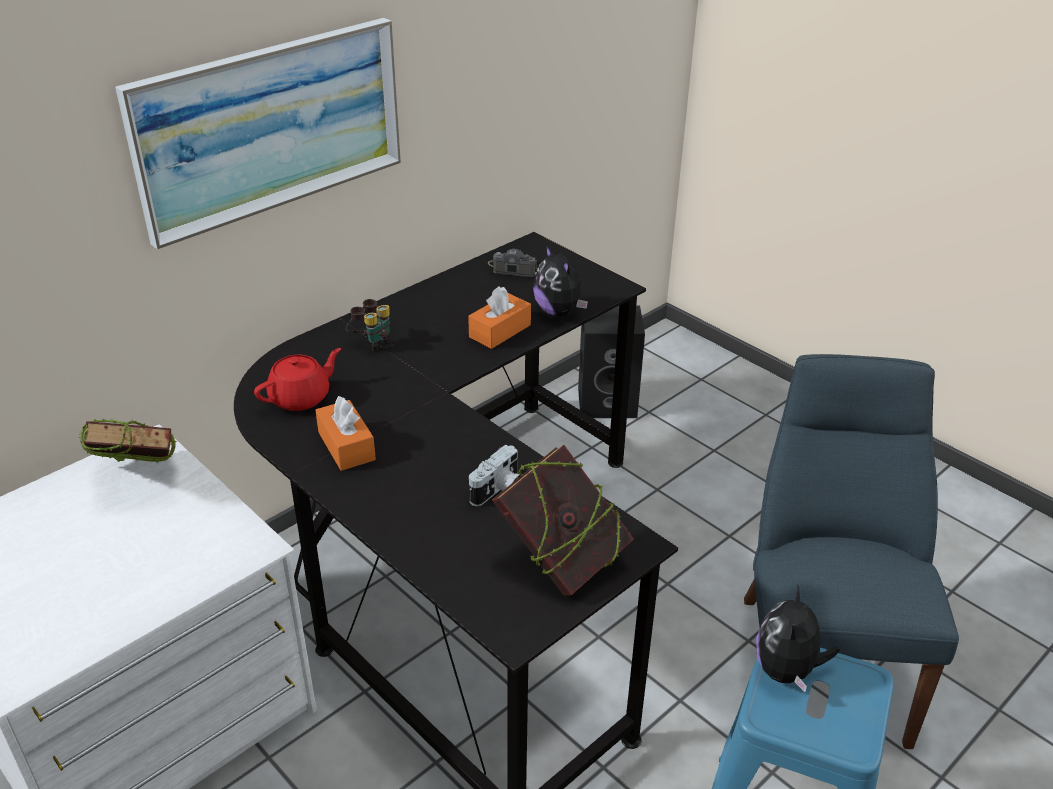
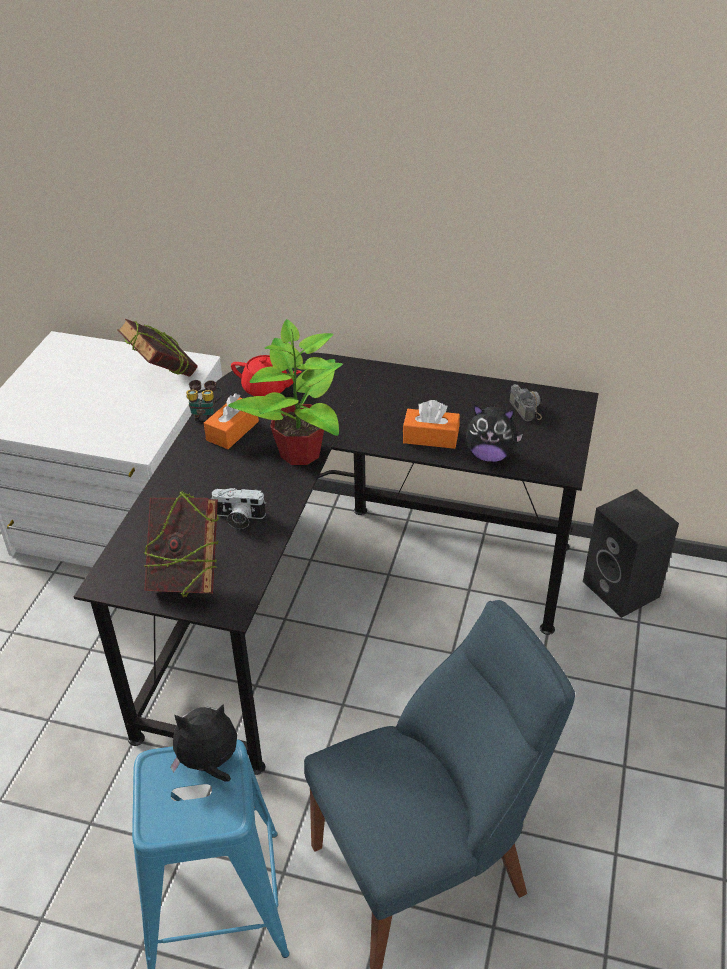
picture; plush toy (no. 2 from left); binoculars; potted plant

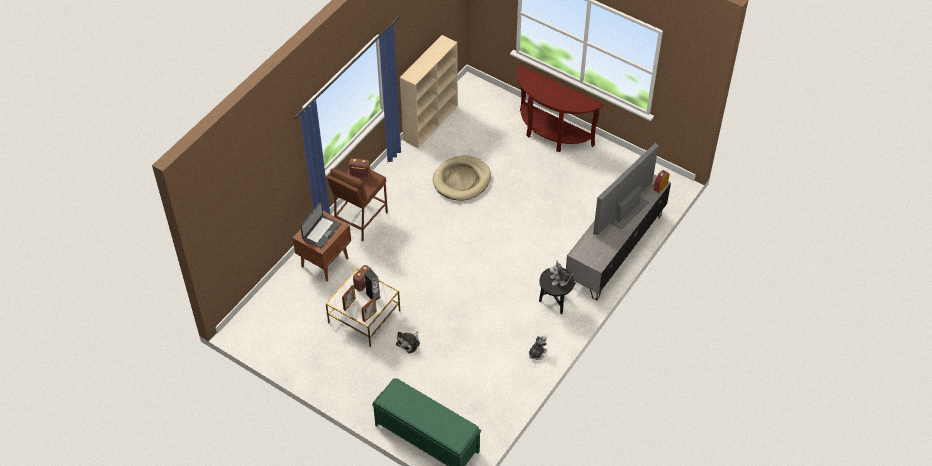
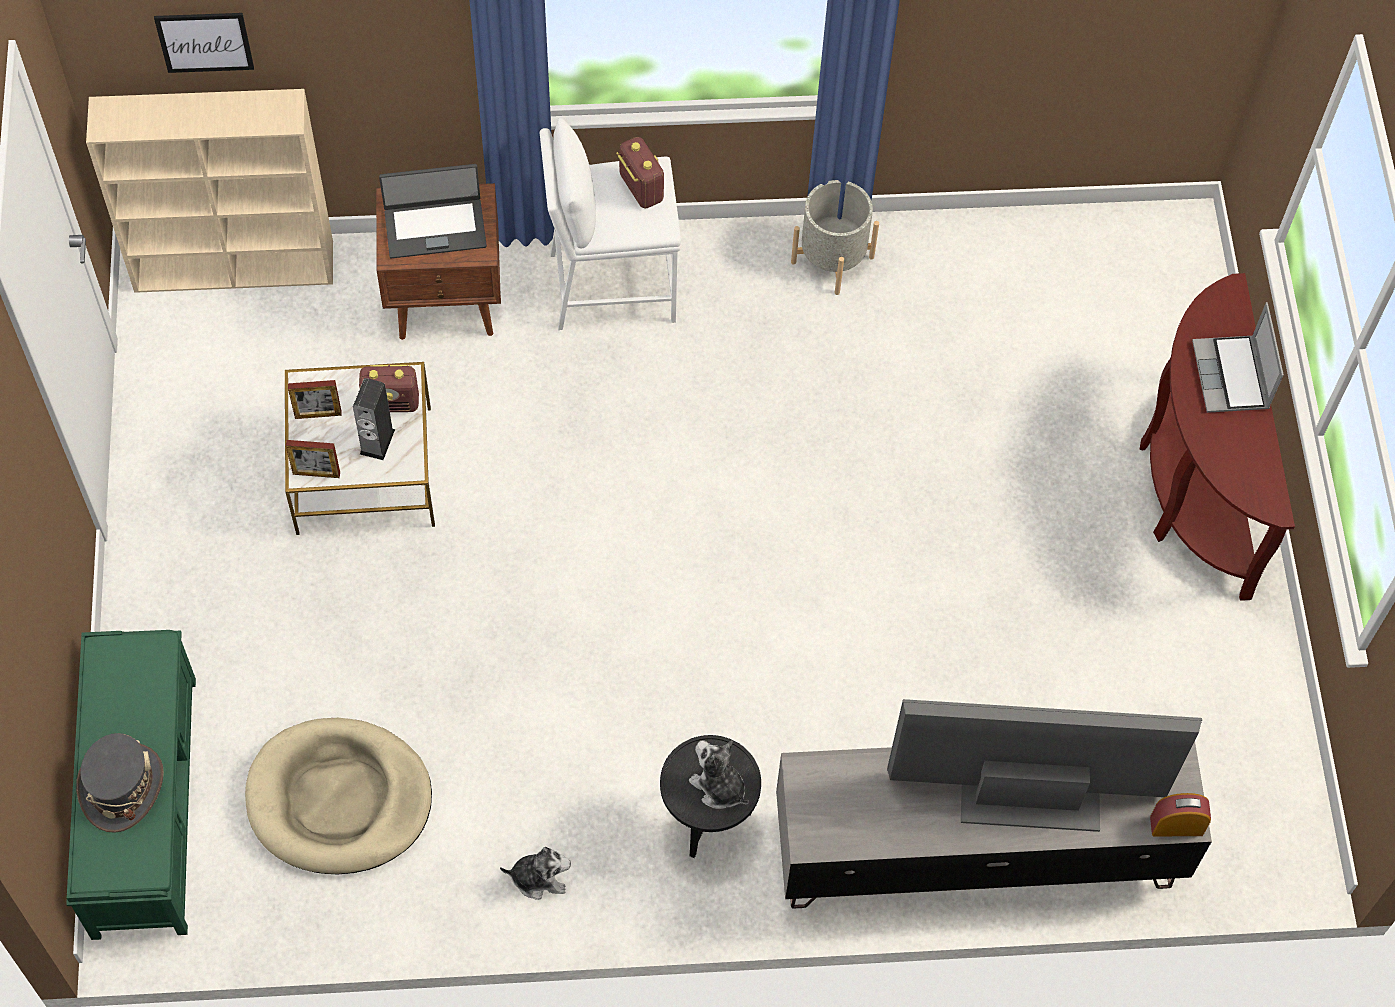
bookcase (beige); dog bed (beige); stool (white); plush toy (no. 1 from left in the first image); picture; planter (grey); laptop (no. 2 from left); hat (grey)

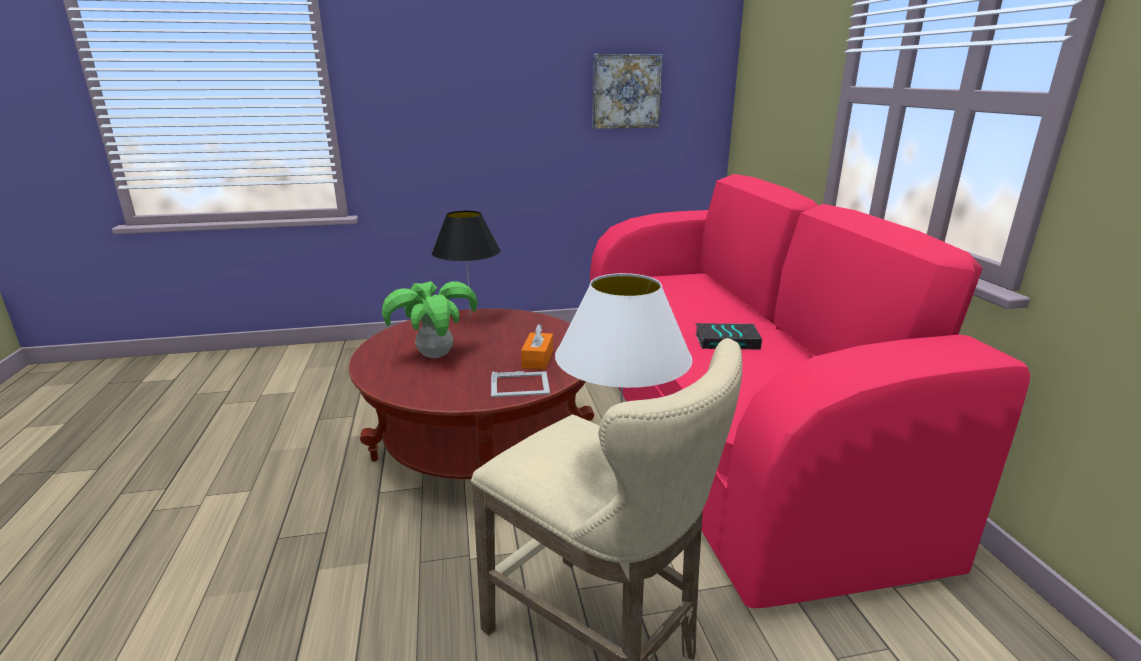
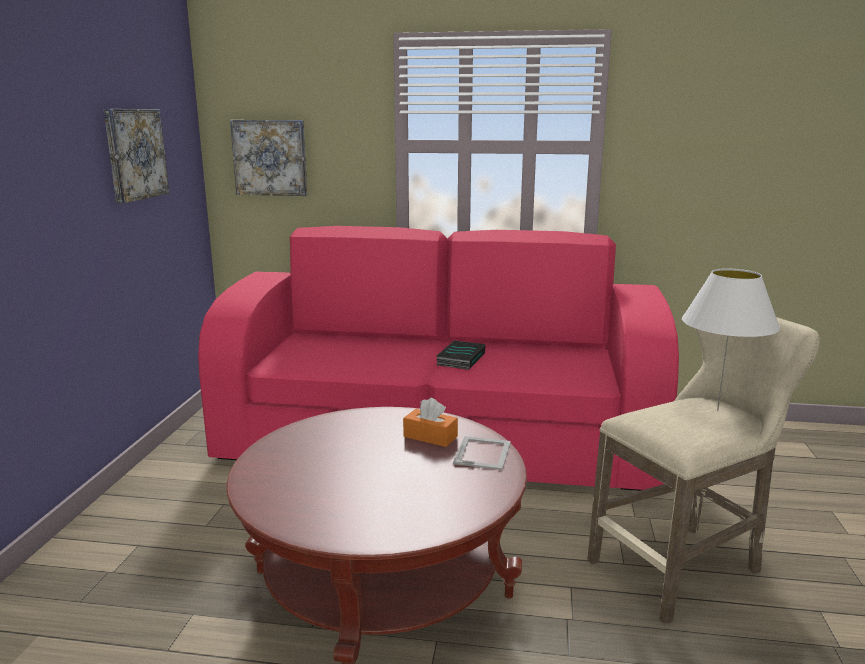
table lamp (black); potted plant; picture (no. 2 from left)

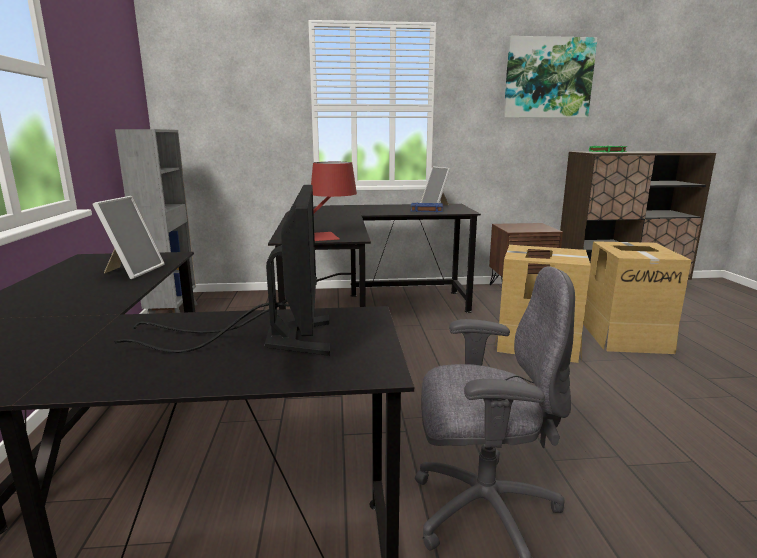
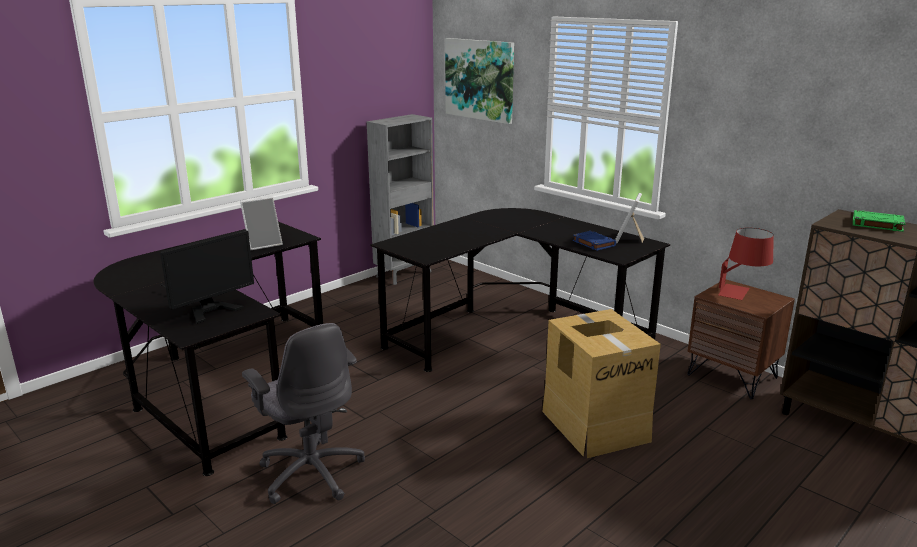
picture; table lamp (red); cardboard box (no. 2 from left in the first image)

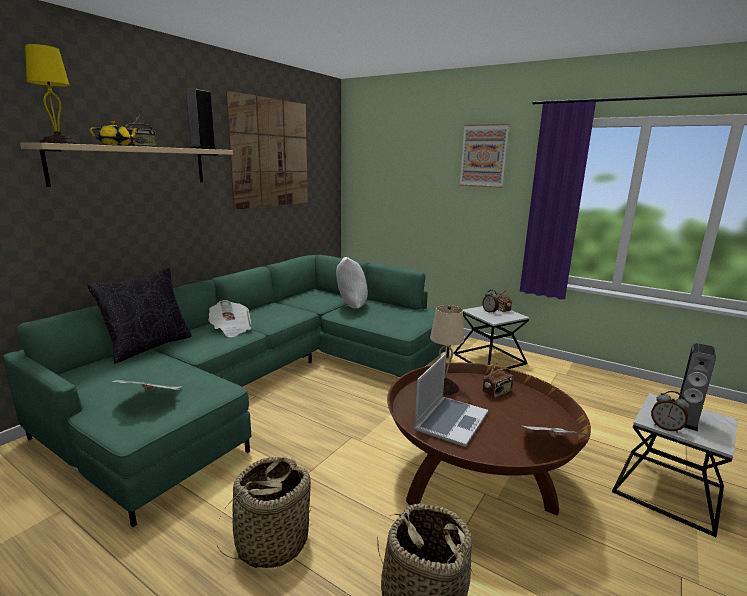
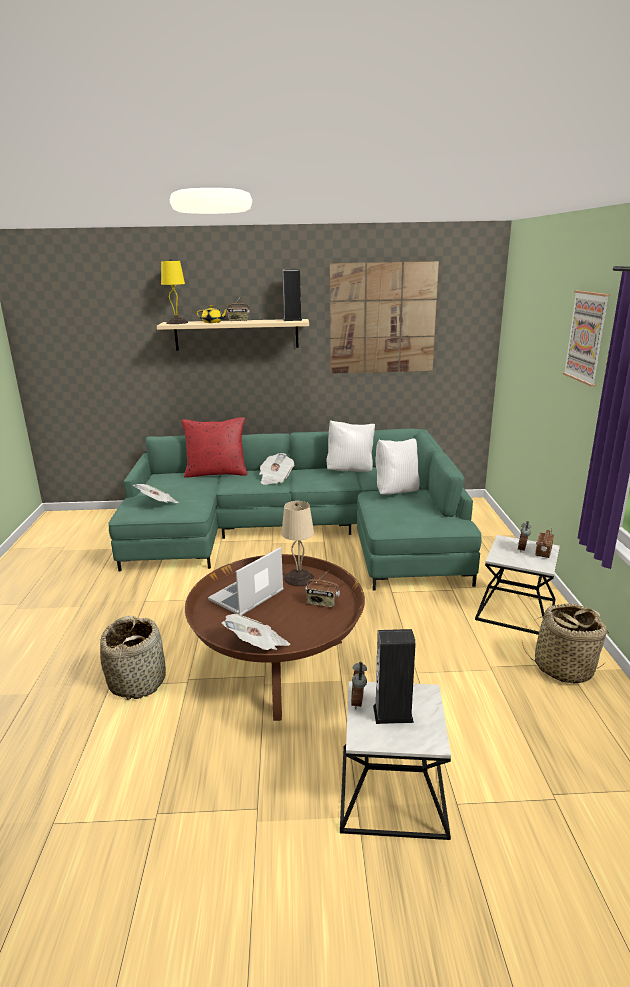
pillow (red); laptop; basket (no. 2 from left); pillow (white) (no. 1 from left)

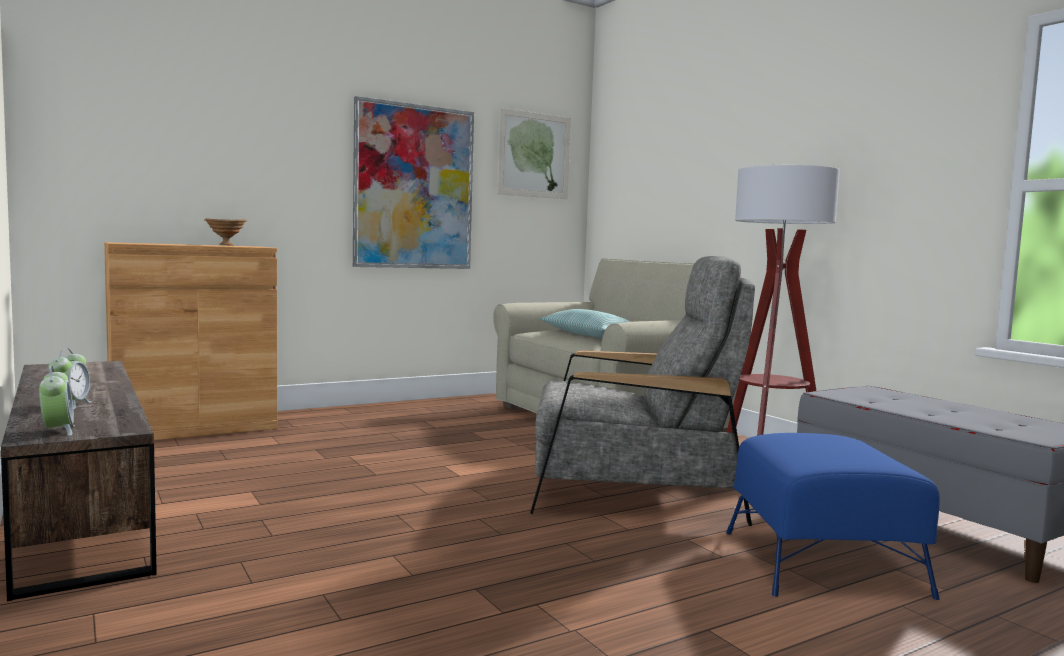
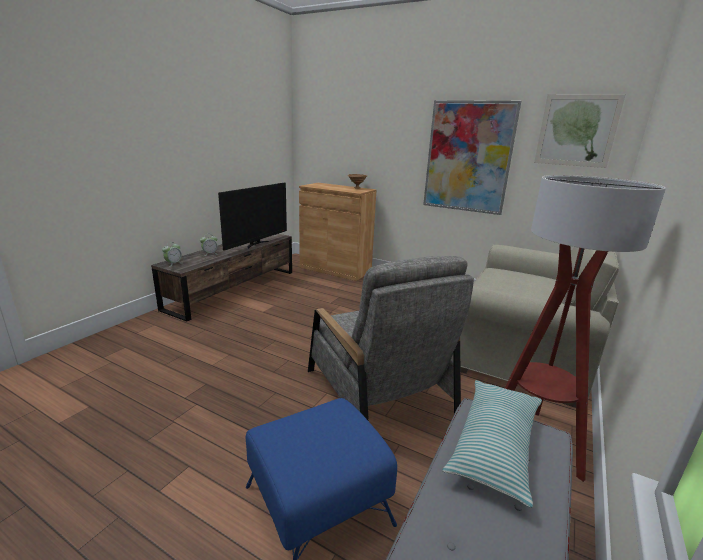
pillow; television

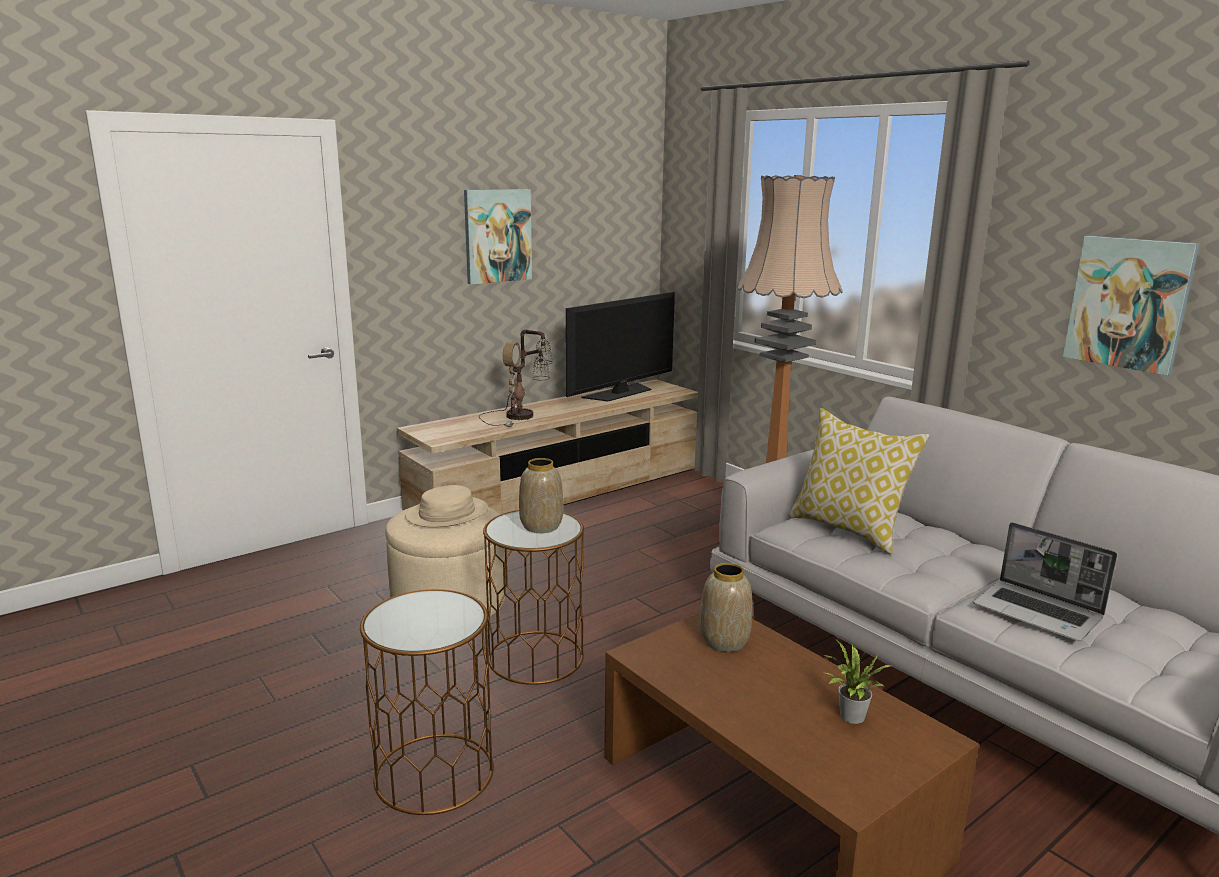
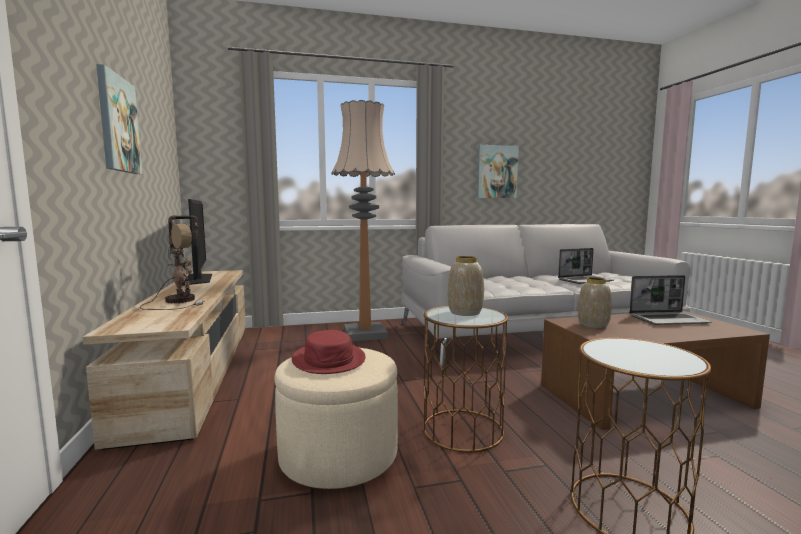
pillow; hat (red); laptop (no. 2 from left)

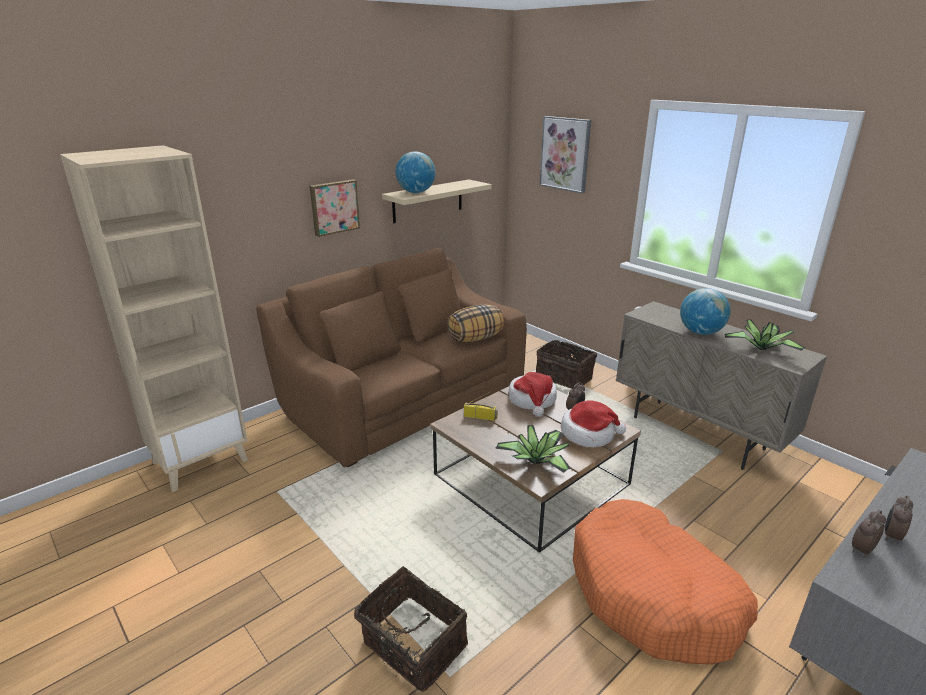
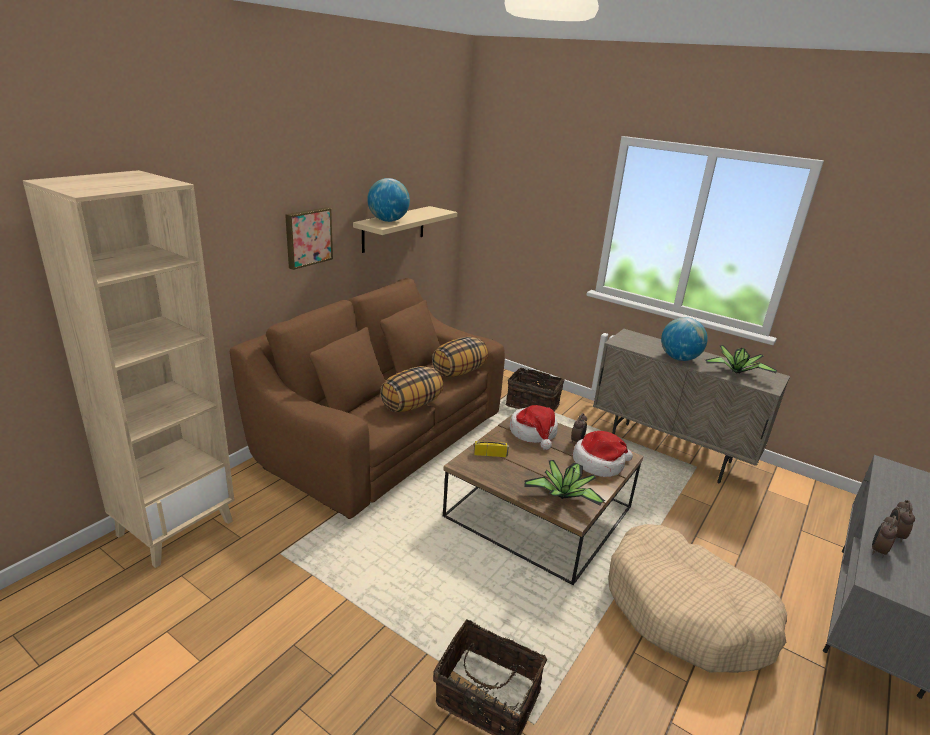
picture (no. 2 from left in the first image); dog bed (beige); pillow (no. 1 from left)

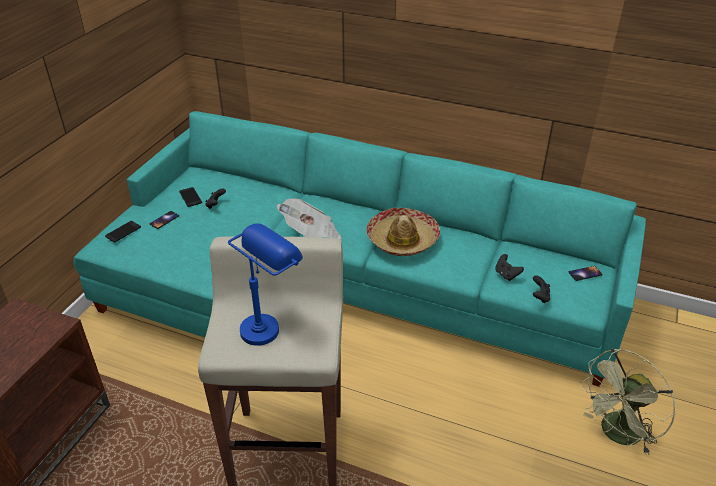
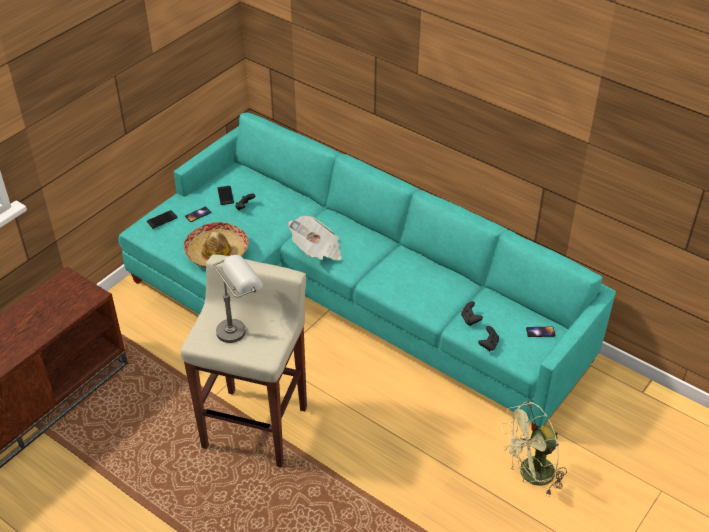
hat; table lamp (grey)

